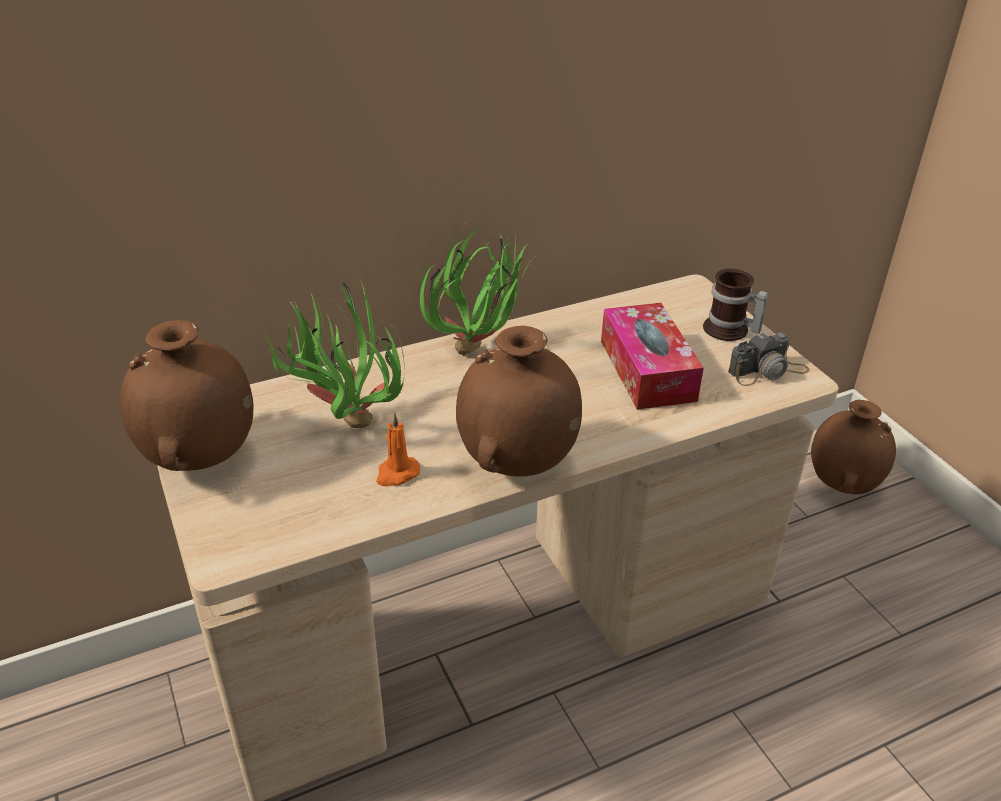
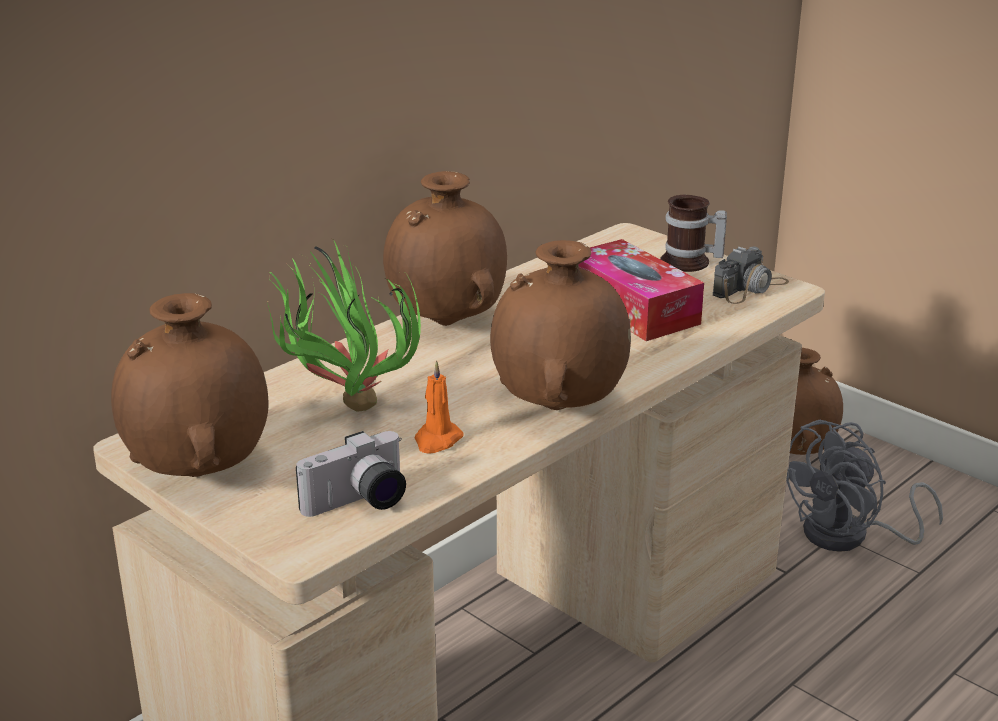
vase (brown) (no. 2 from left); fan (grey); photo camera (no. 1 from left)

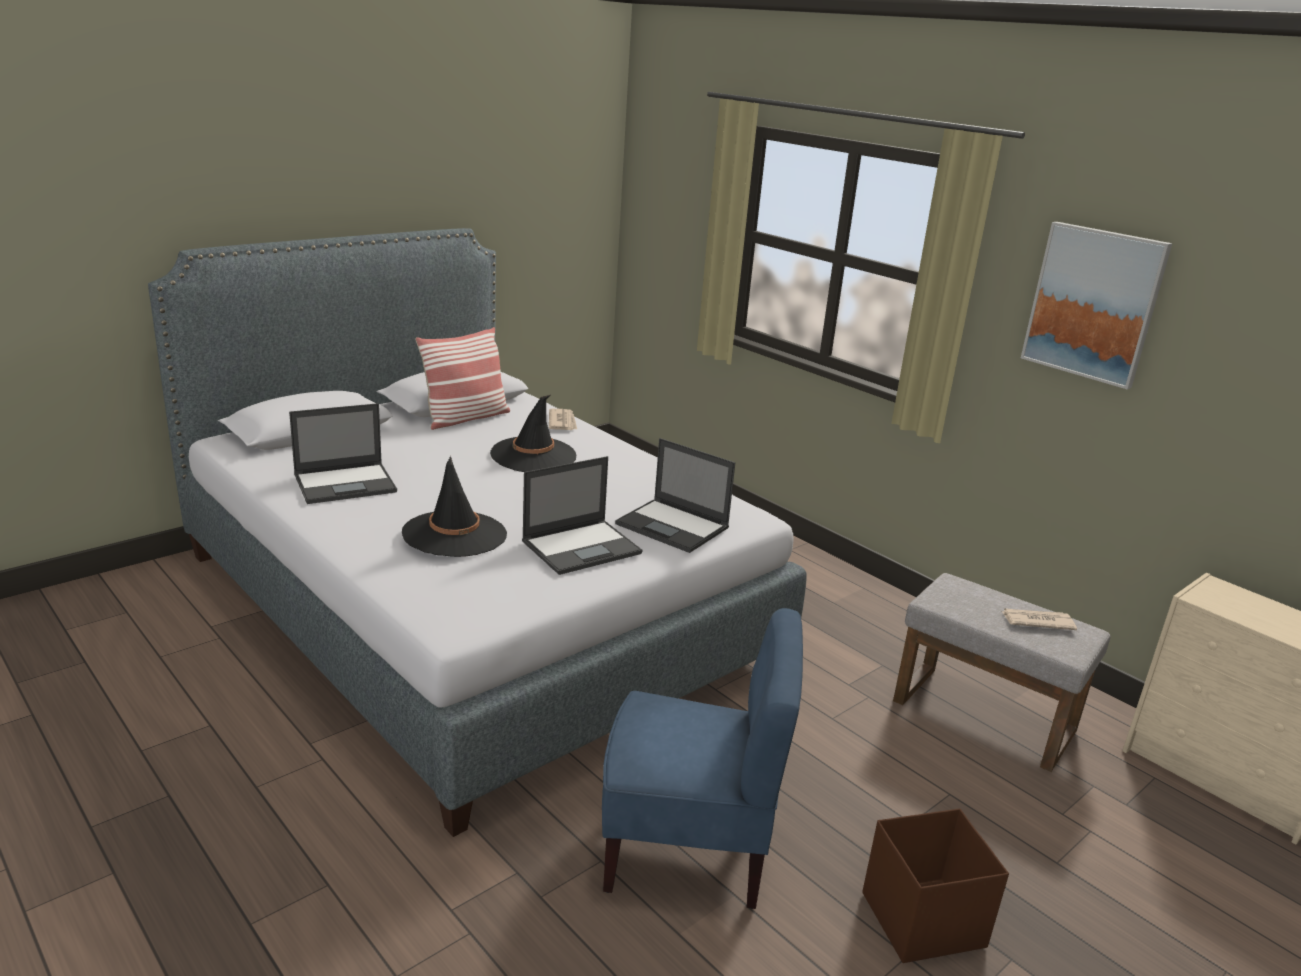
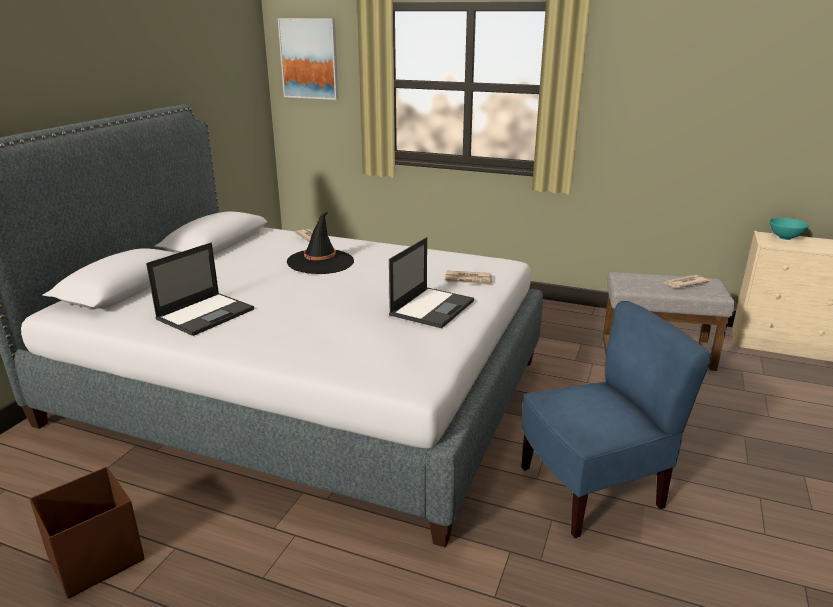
picture; pillow; newspaper (no. 2 from left); hat (black) (no. 1 from left in the first image); storage box (brown); bowl (turquoise)

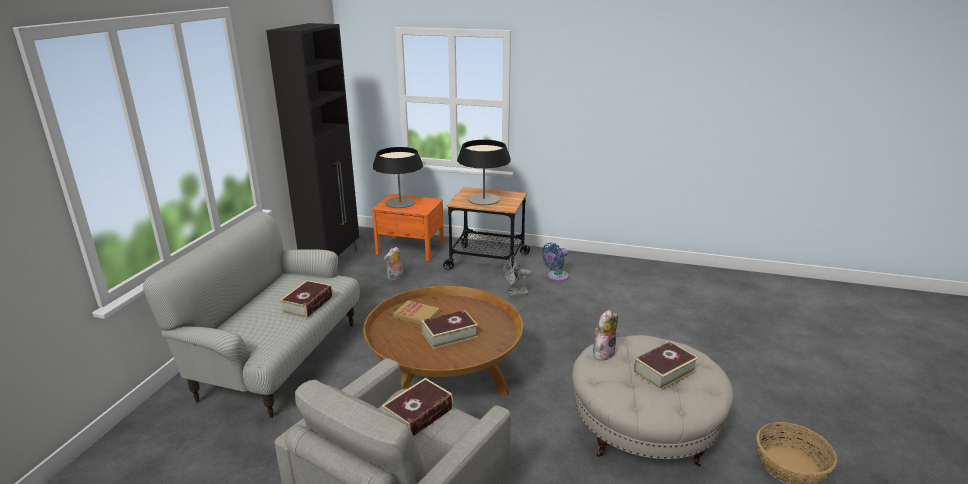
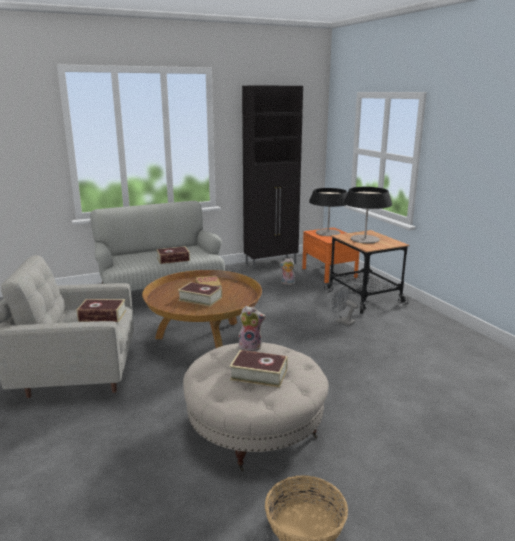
fan (blue)

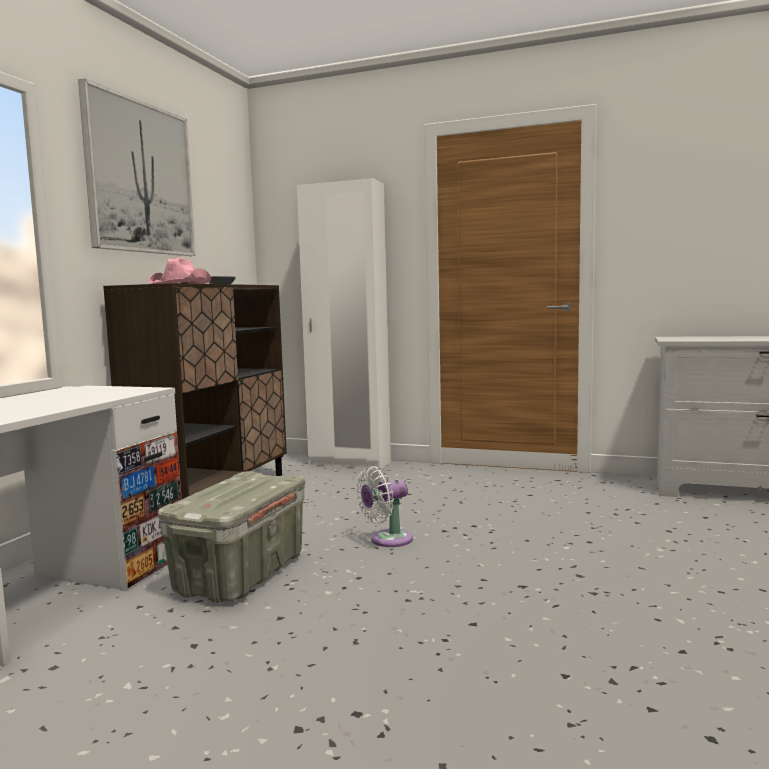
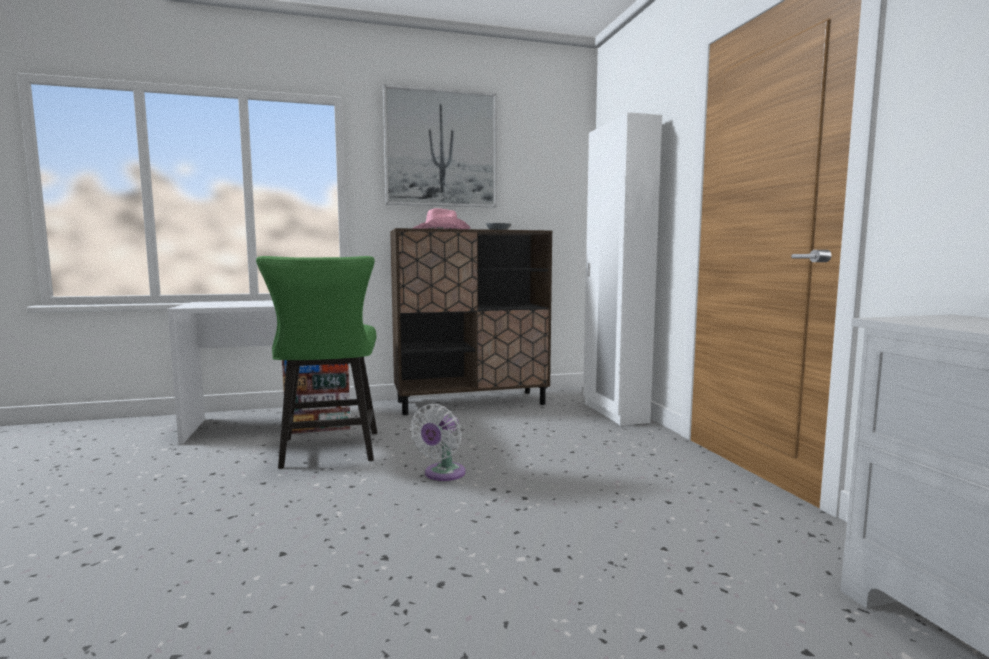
fan (white); chair (green)

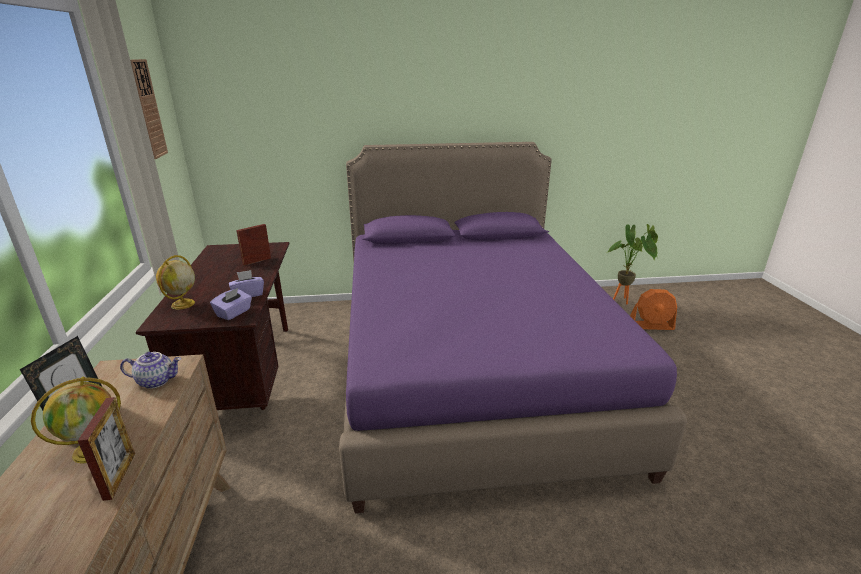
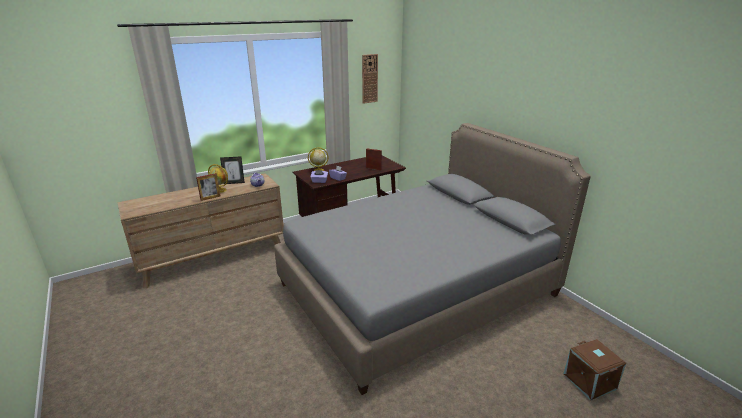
bed (grey); potted plant; storage box (brown)

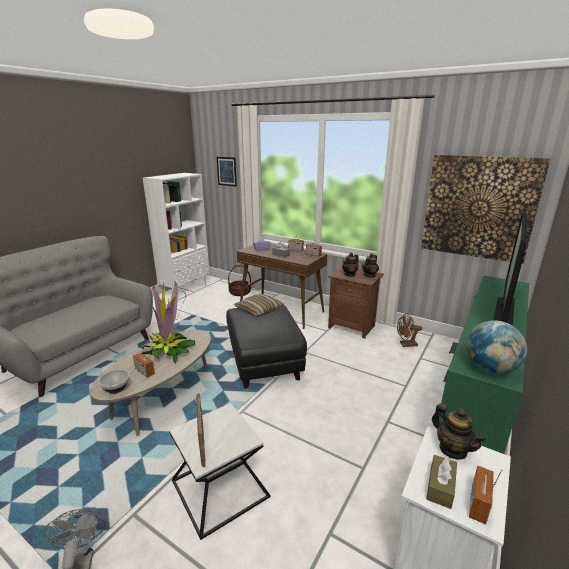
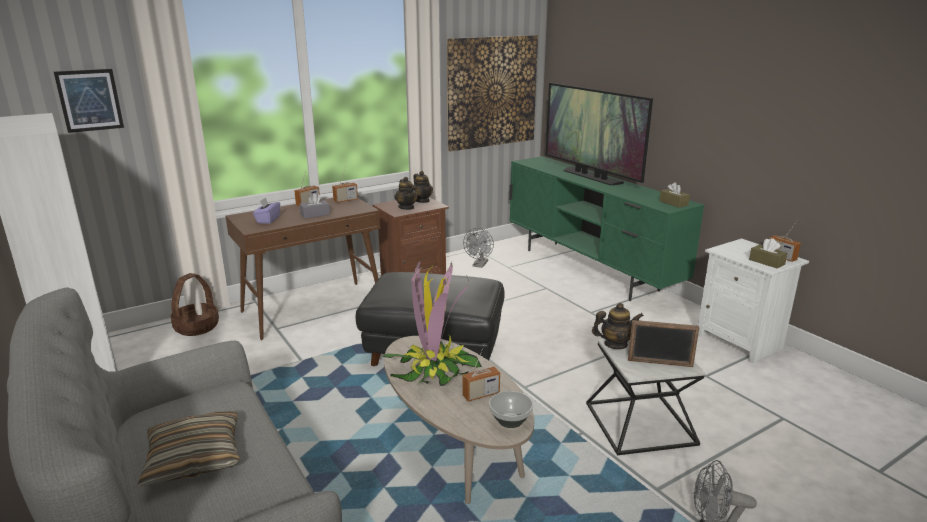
pillow; fan (grey) (no. 1 from left); tissue box (brown) (no. 1 from left); teapot (no. 3 from left)

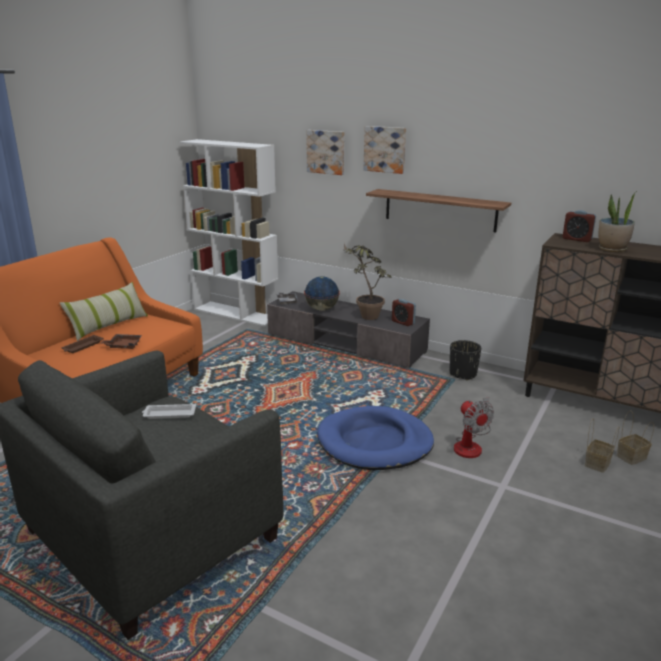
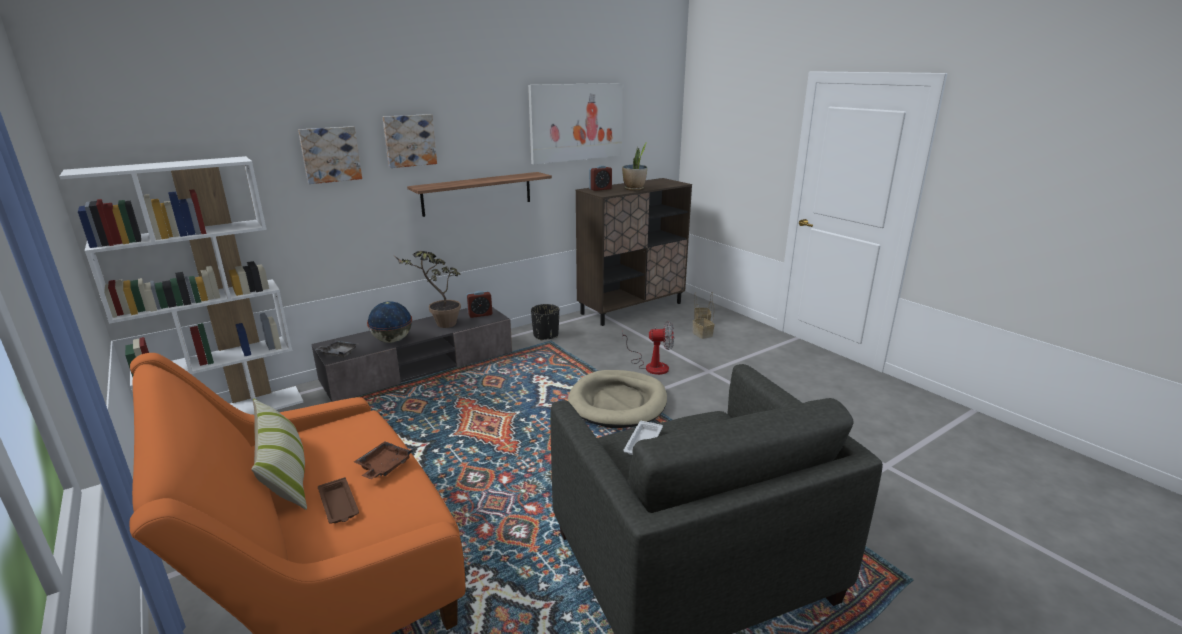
dog bed (beige); picture (no. 3 from left)

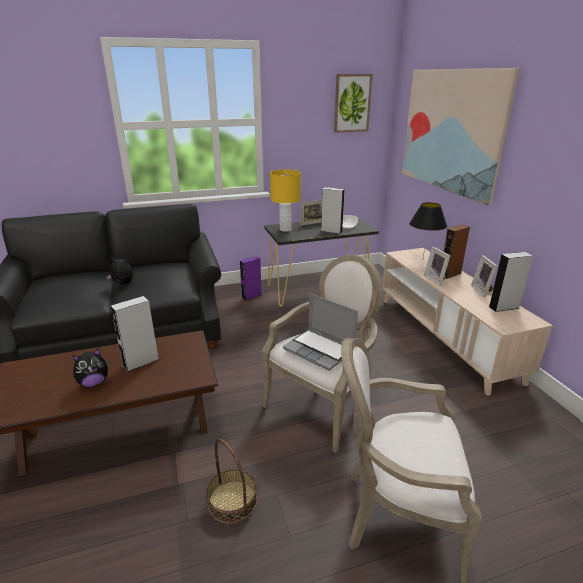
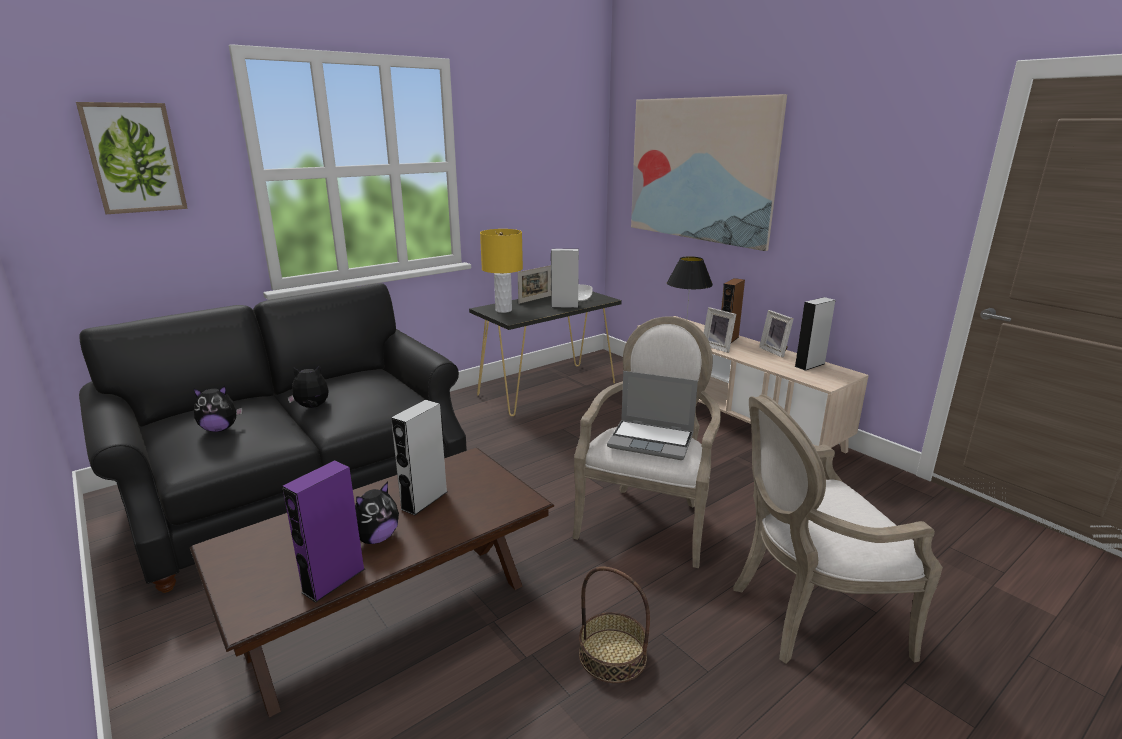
picture (no. 1 from left); speaker (purple); plush toy (no. 1 from left)

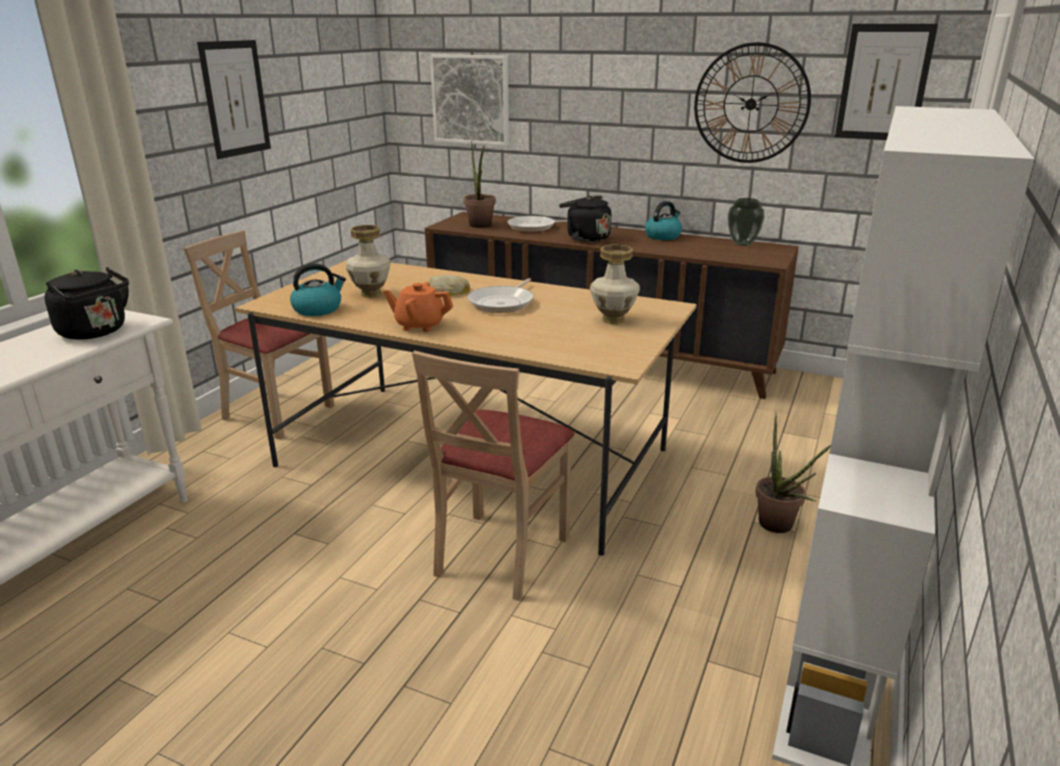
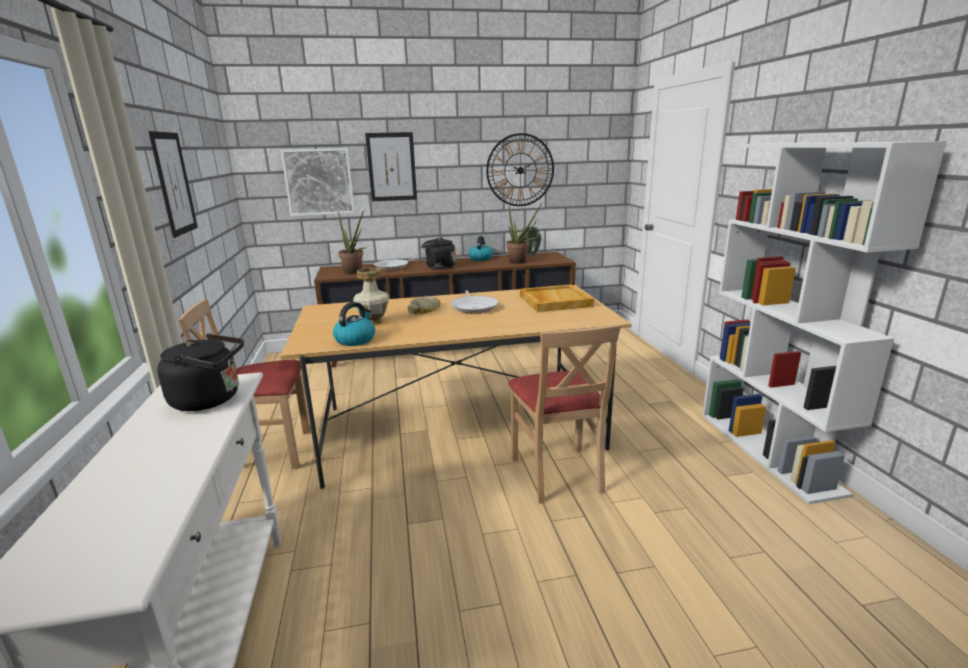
picture (no. 3 from left); tray (beige); teapot (orange); potted plant (no. 2 from left)

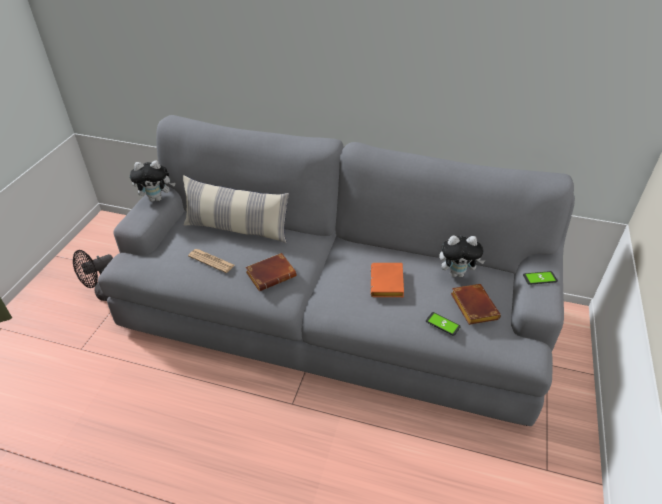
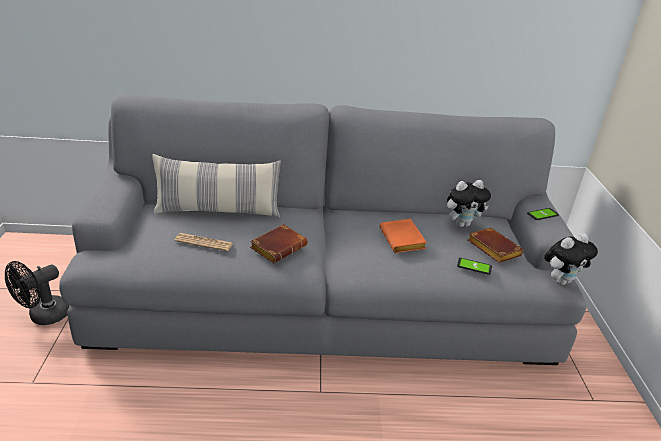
plush toy (no. 2 from left)

